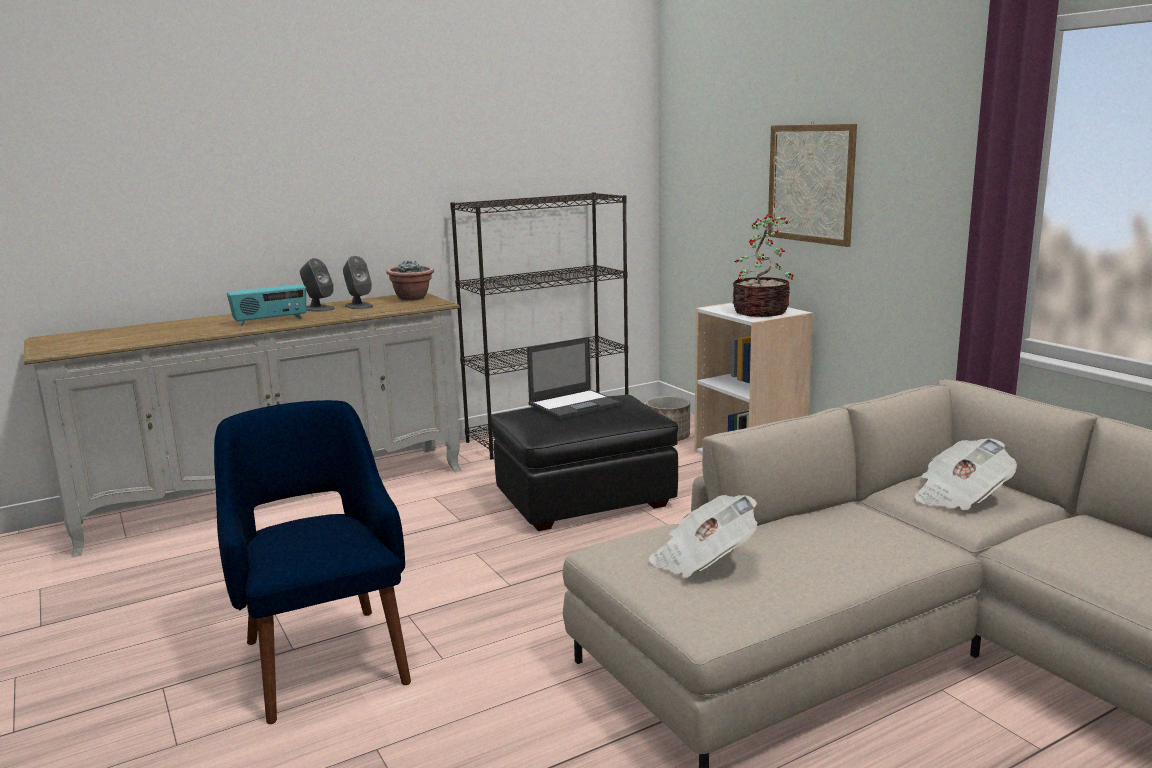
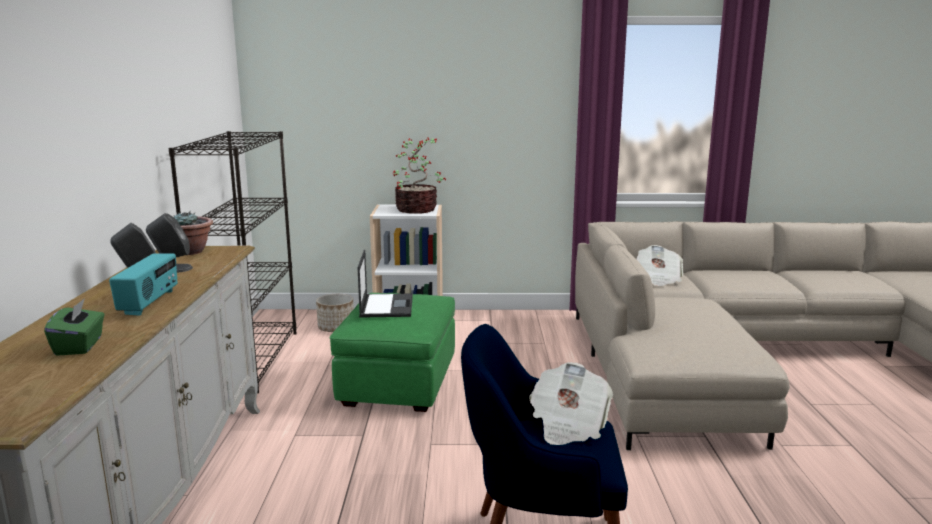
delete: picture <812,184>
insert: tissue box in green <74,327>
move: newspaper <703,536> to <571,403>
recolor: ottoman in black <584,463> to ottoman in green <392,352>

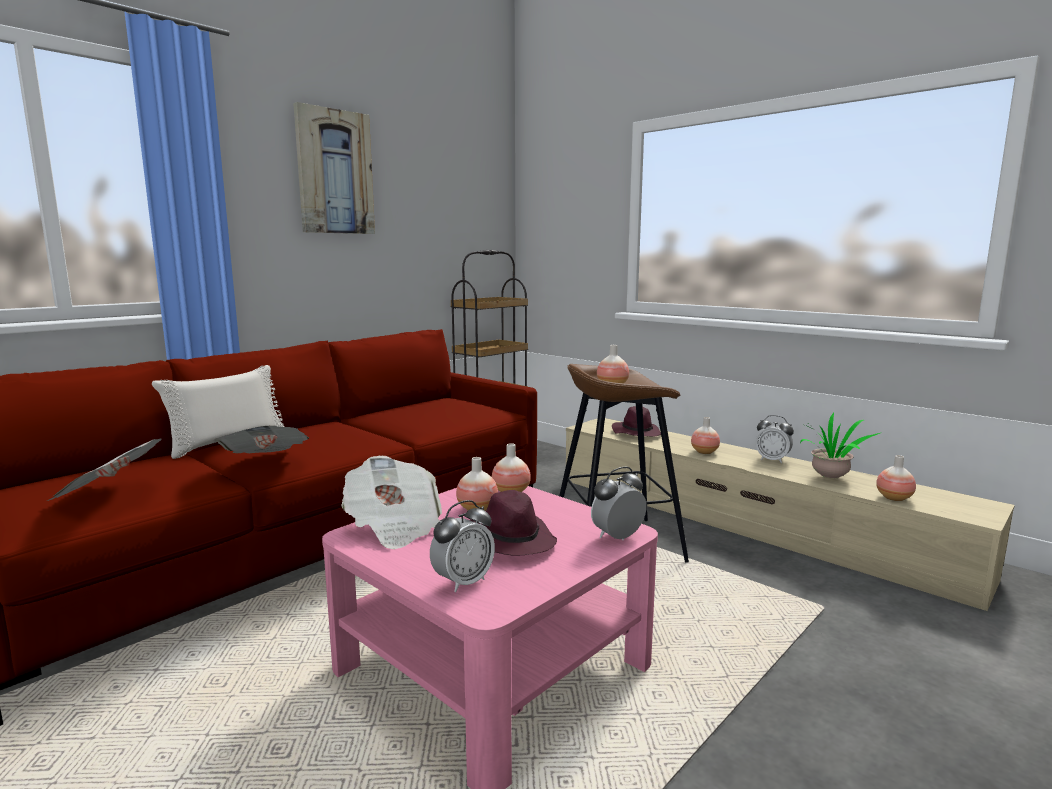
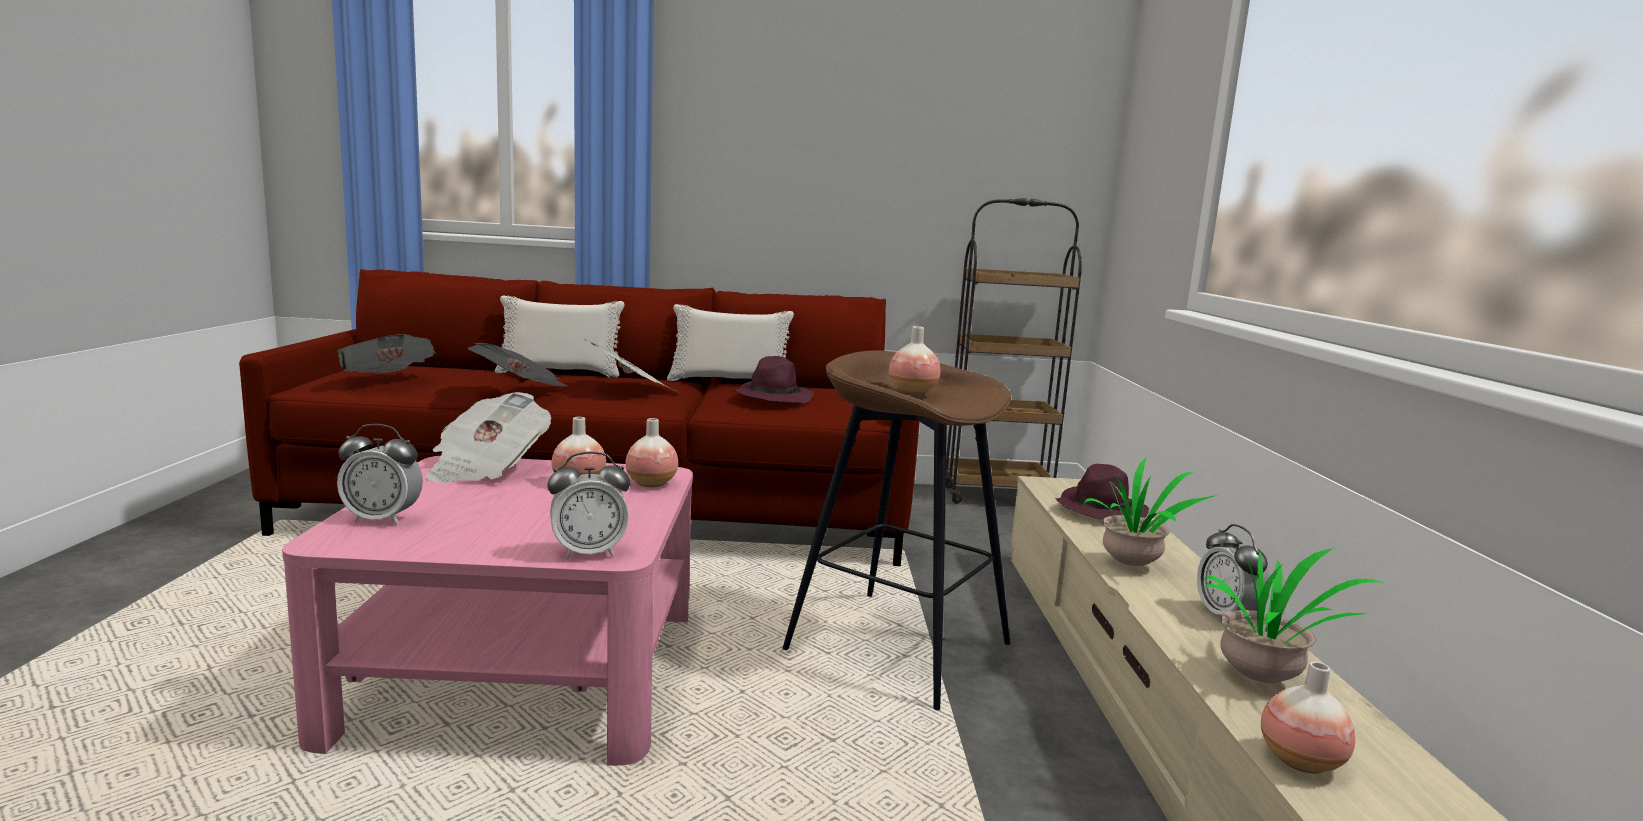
delete: picture <334,168>
insert: newspaper <630,365>; pillow in white <730,342>
move: hat in purple <513,523> to <774,380>
replace: vase <705,435> to potted plant <1150,512>
rotate: alarm clock <618,503> = <588,505> 150 degrees clockwise

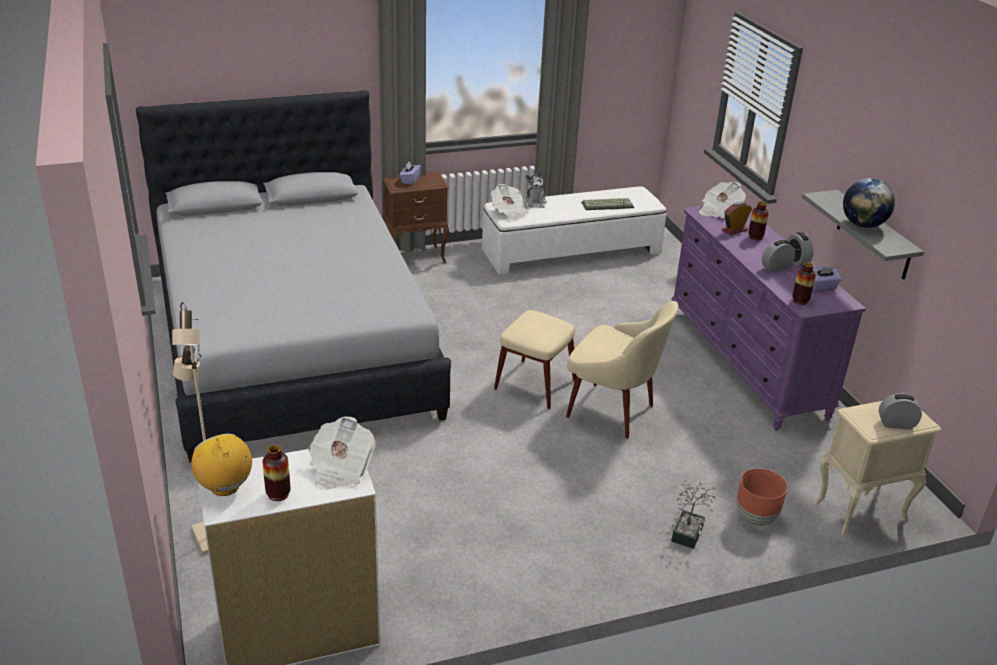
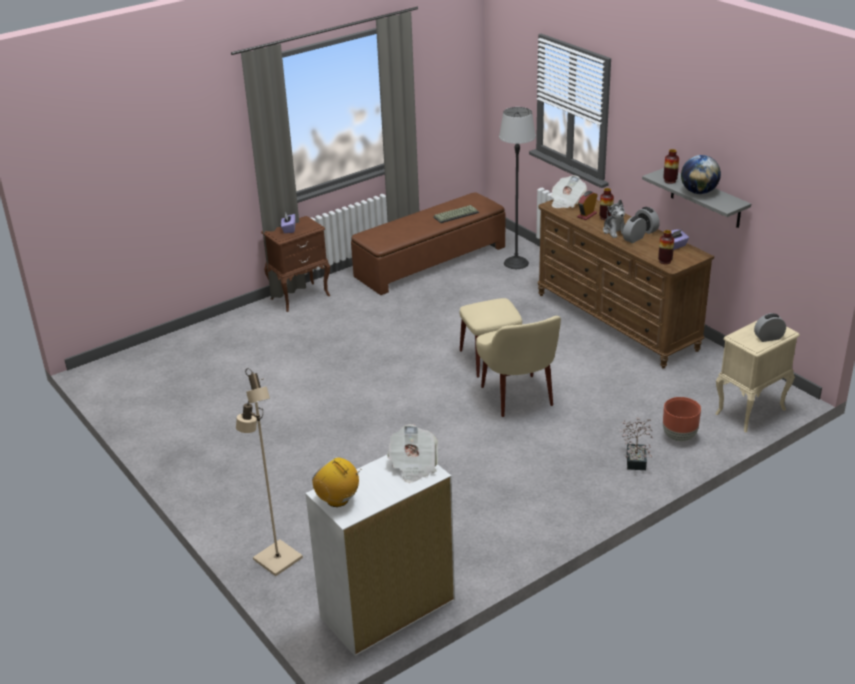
delete: bed in grey <293,276>; newspaper <510,202>
insert: floor lamp <517,188>
move: plush toy <536,189> to <614,218>; vase <276,473> to <671,166>
recolor: bench in white <574,230> to bench in brown <428,243>; dresser in purple <769,318> to dresser in brown <626,283>
rotate: armchair in beige <586,370> = <510,357> 60 degrees clockwise

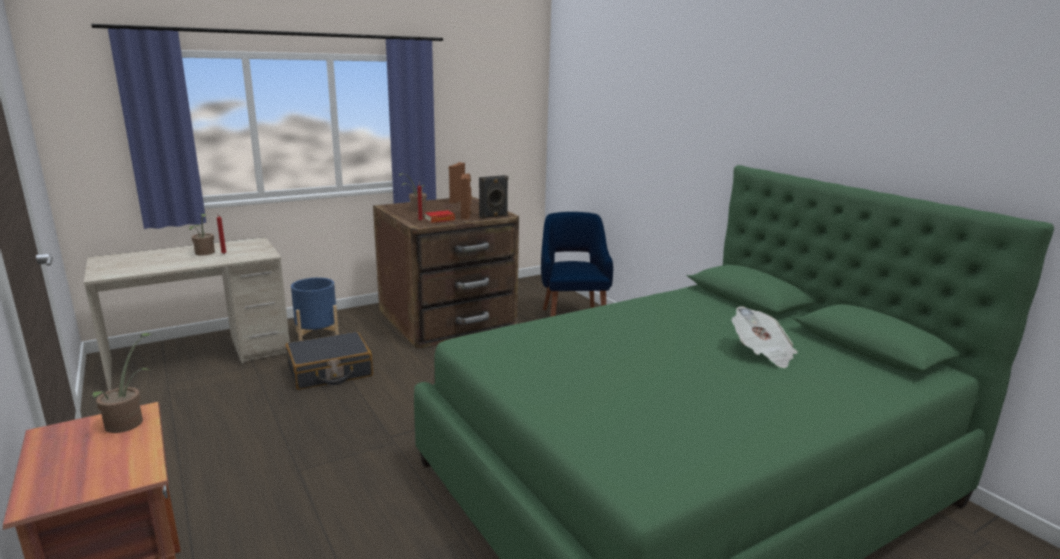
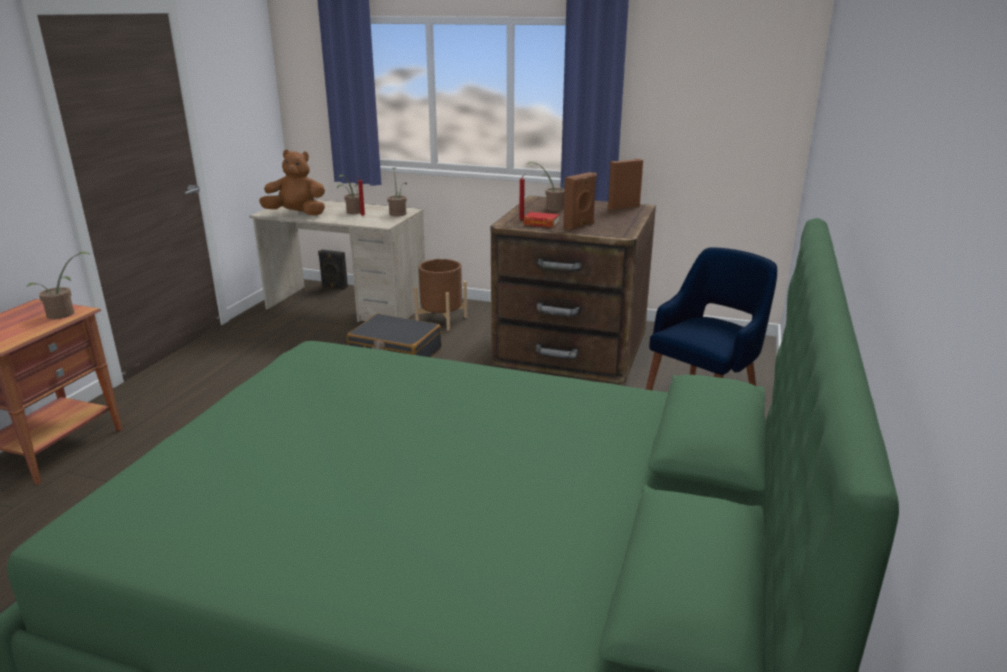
delete: newspaper <764,337>
insert: plush toy in brown <292,182>; potted plant <397,192>
move: speaker in black <493,197> to <333,269>
recolor: planter in blue <315,309> to planter in brown <440,295>

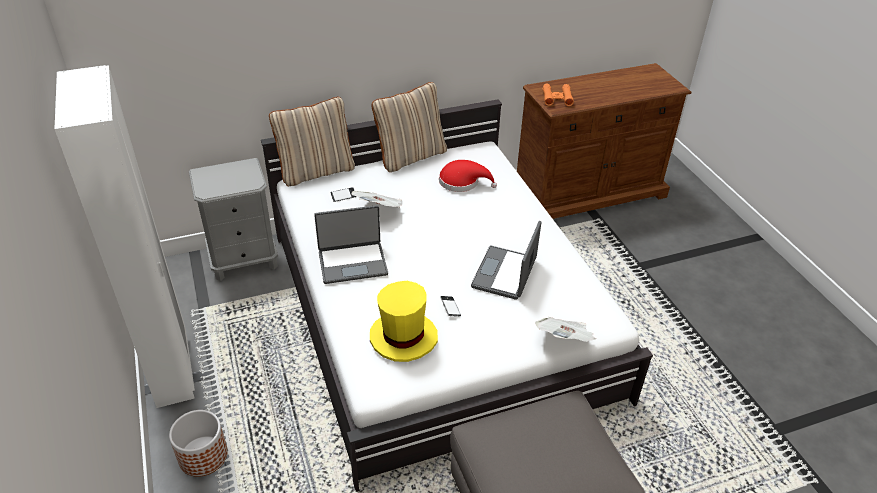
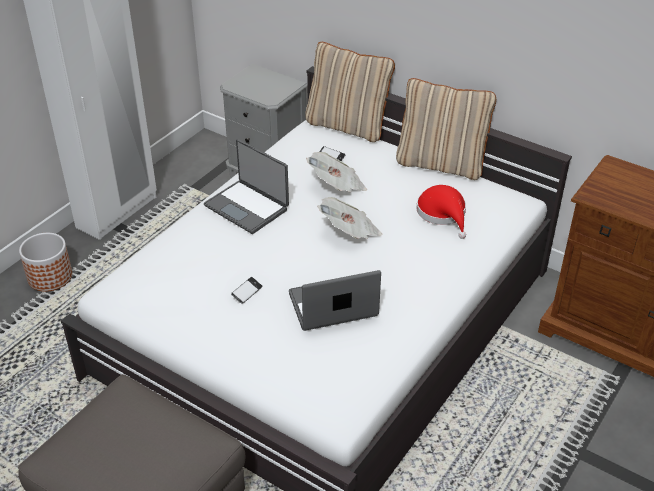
delete: hat in yellow <404,321>; binoculars in orange <558,95>
move: newspaper <565,329> to <350,218>

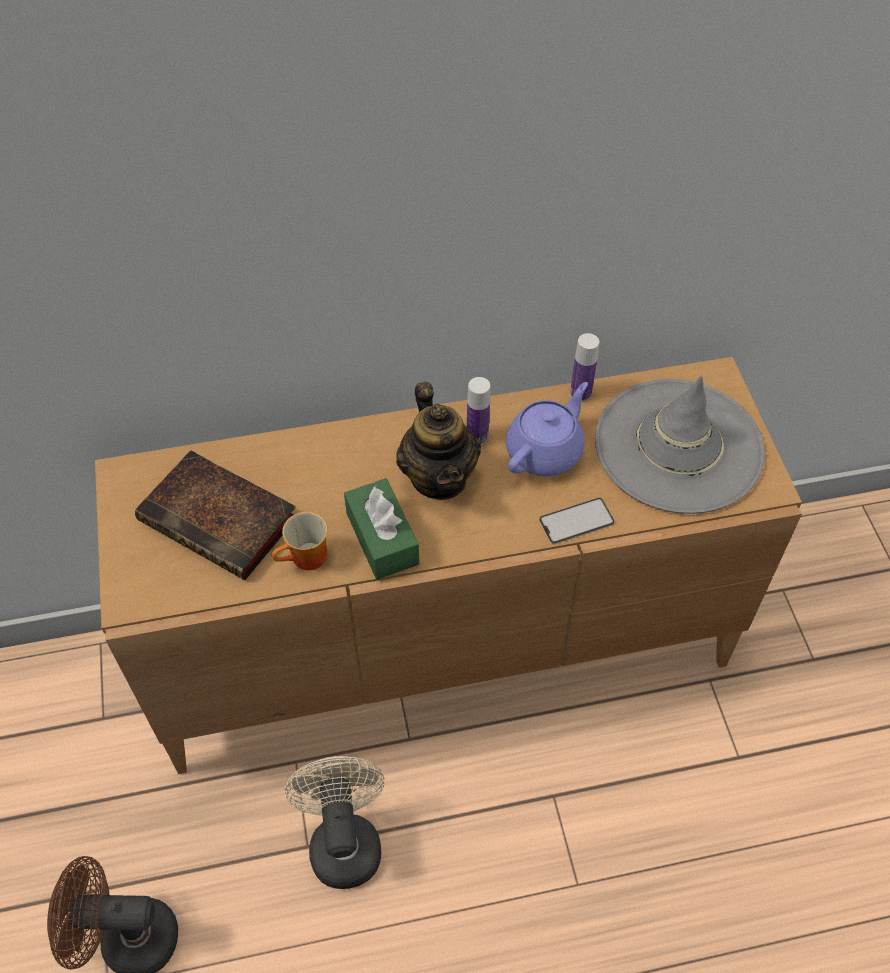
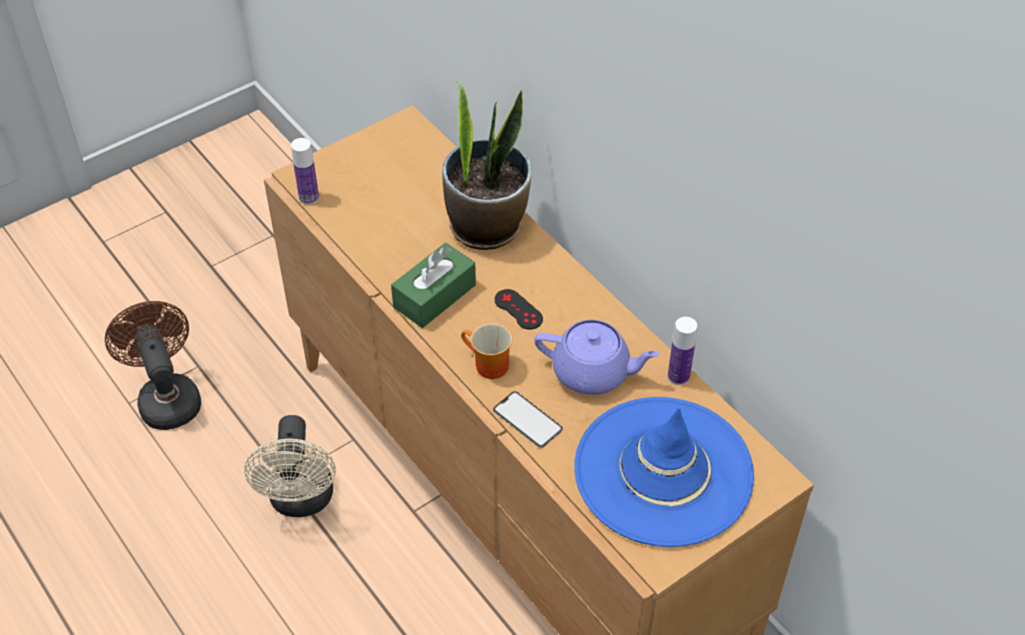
delete: book <215,515>
insert: potted plant <487,165>
move: bottle <478,411> to <305,171>; mug <300,541> to <486,351>
replace: teapot <438,441> to game controller in black <519,309>
recolor: hat in grey <680,445> to hat in blue <664,472>
rotate: fan in beige <335,822> = <290,466> 120 degrees clockwise

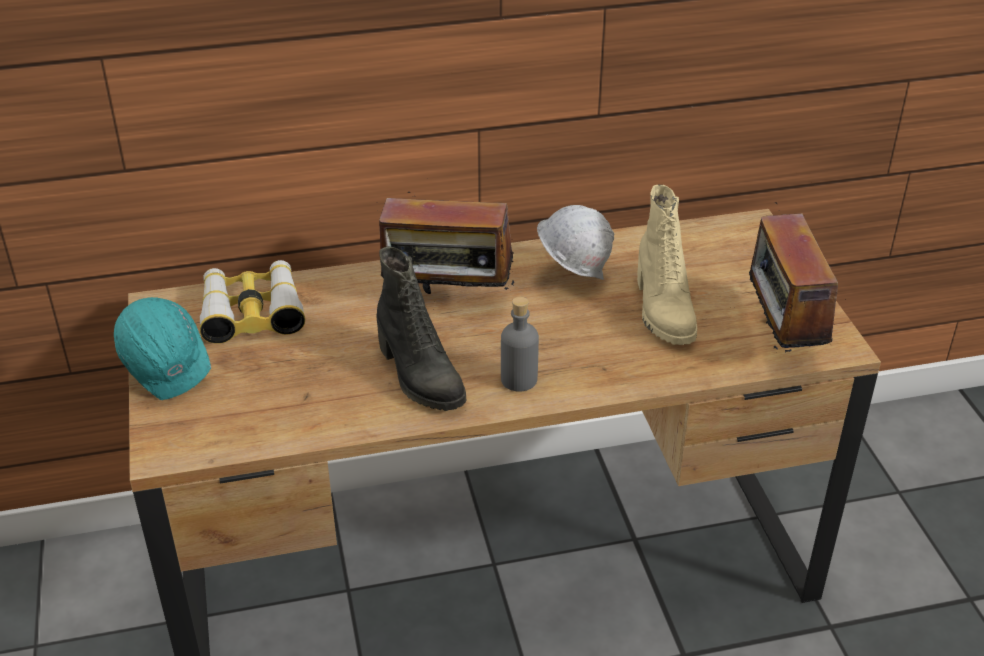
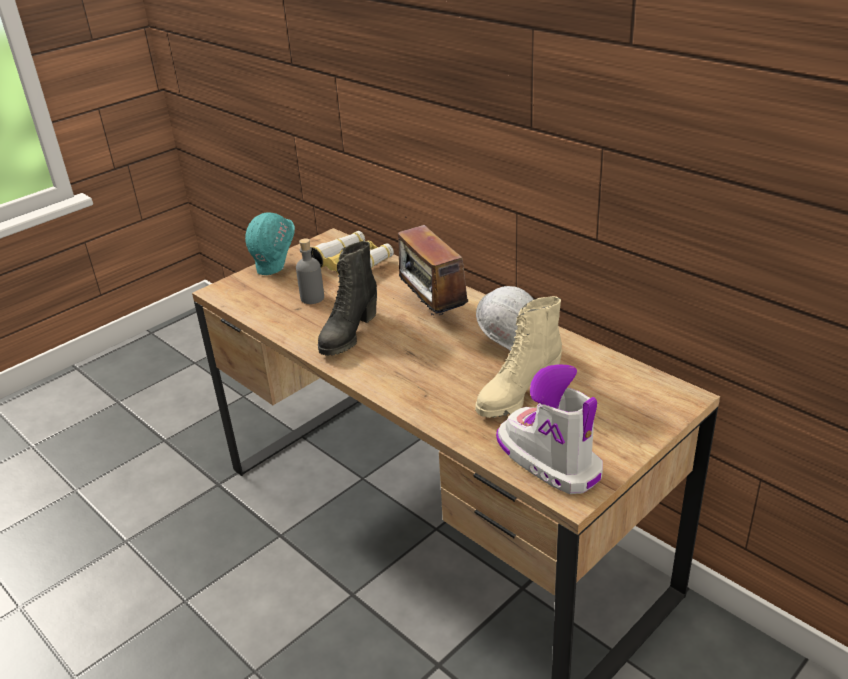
move: bottle in grey <520,344> to <310,271>
replace: radio <797,277> to boot <549,429>

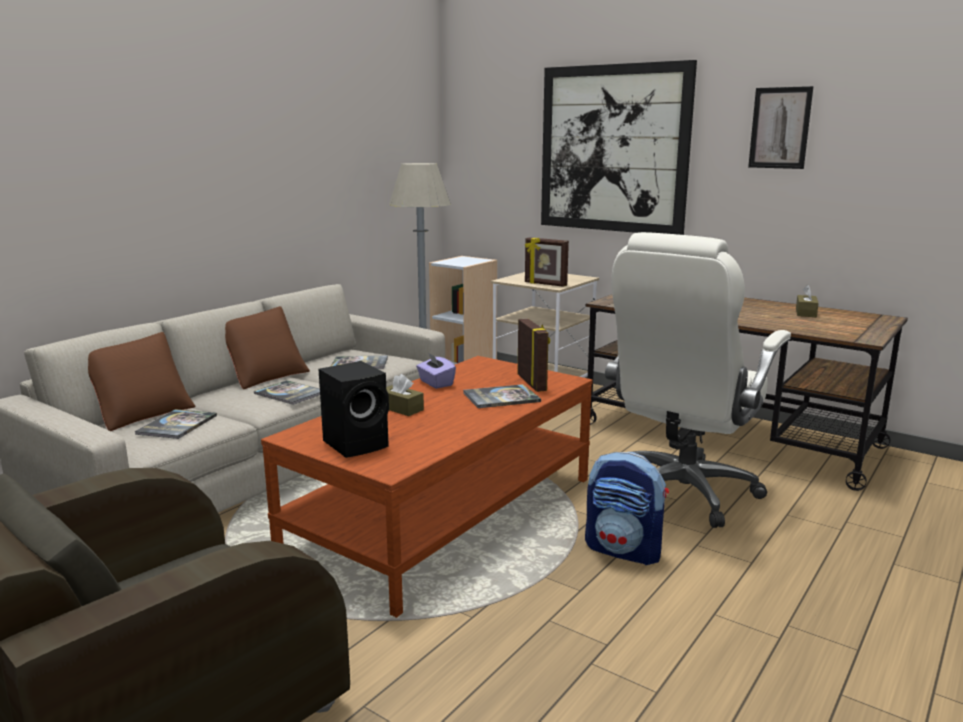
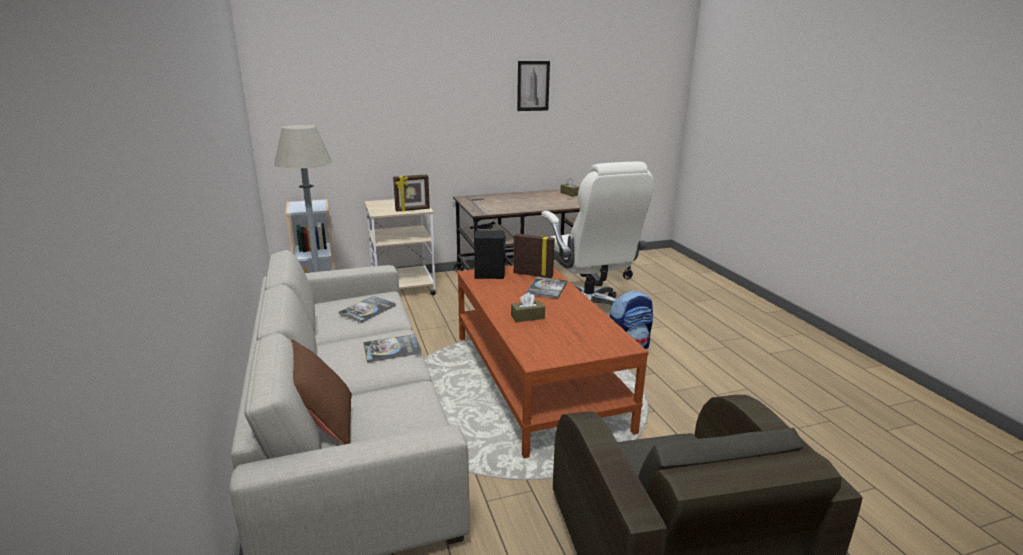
delete: book <175,424>; pillow in brown <267,347>; tissue box in purple <436,370>; picture <619,147>
move: speaker in black <353,409> to <490,254>

